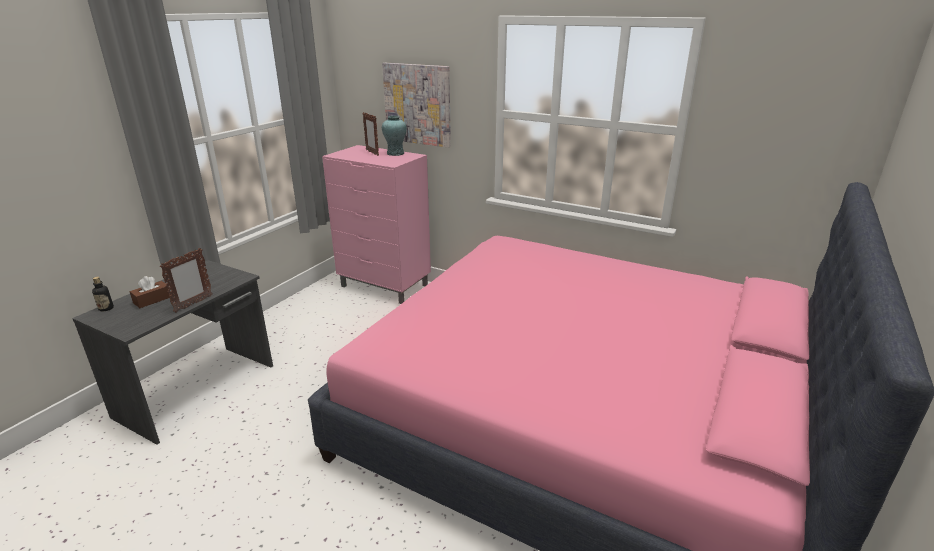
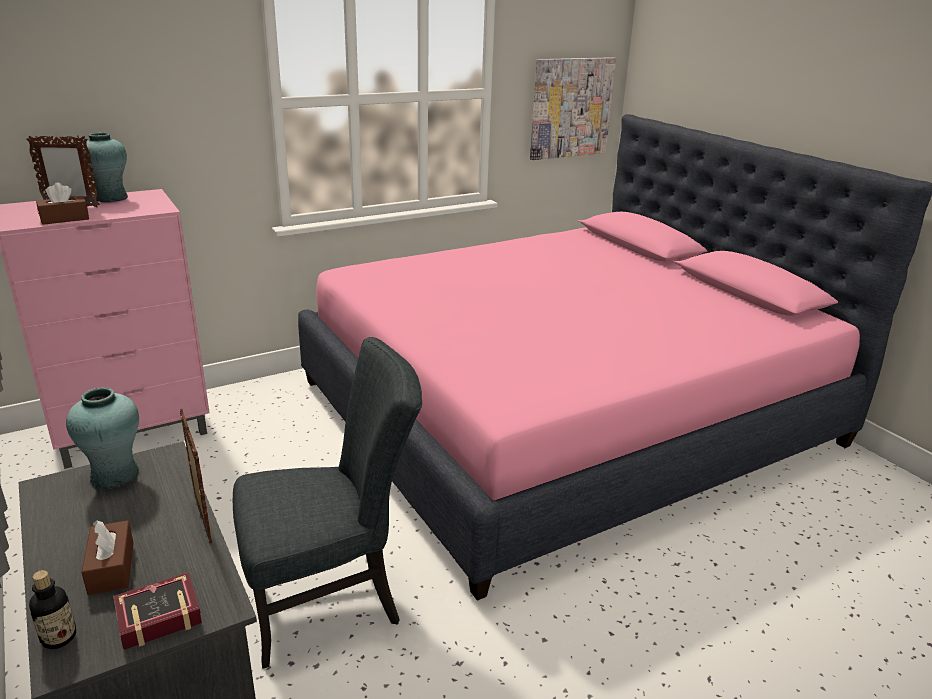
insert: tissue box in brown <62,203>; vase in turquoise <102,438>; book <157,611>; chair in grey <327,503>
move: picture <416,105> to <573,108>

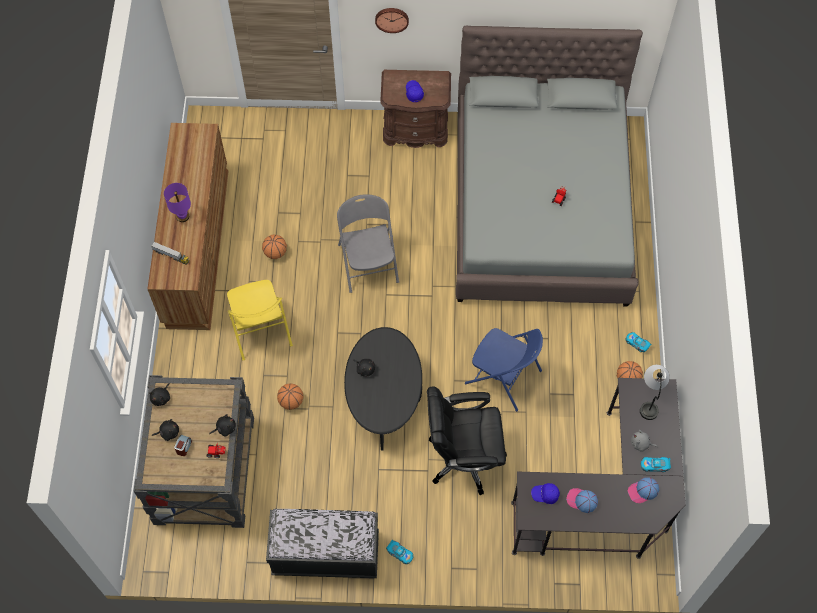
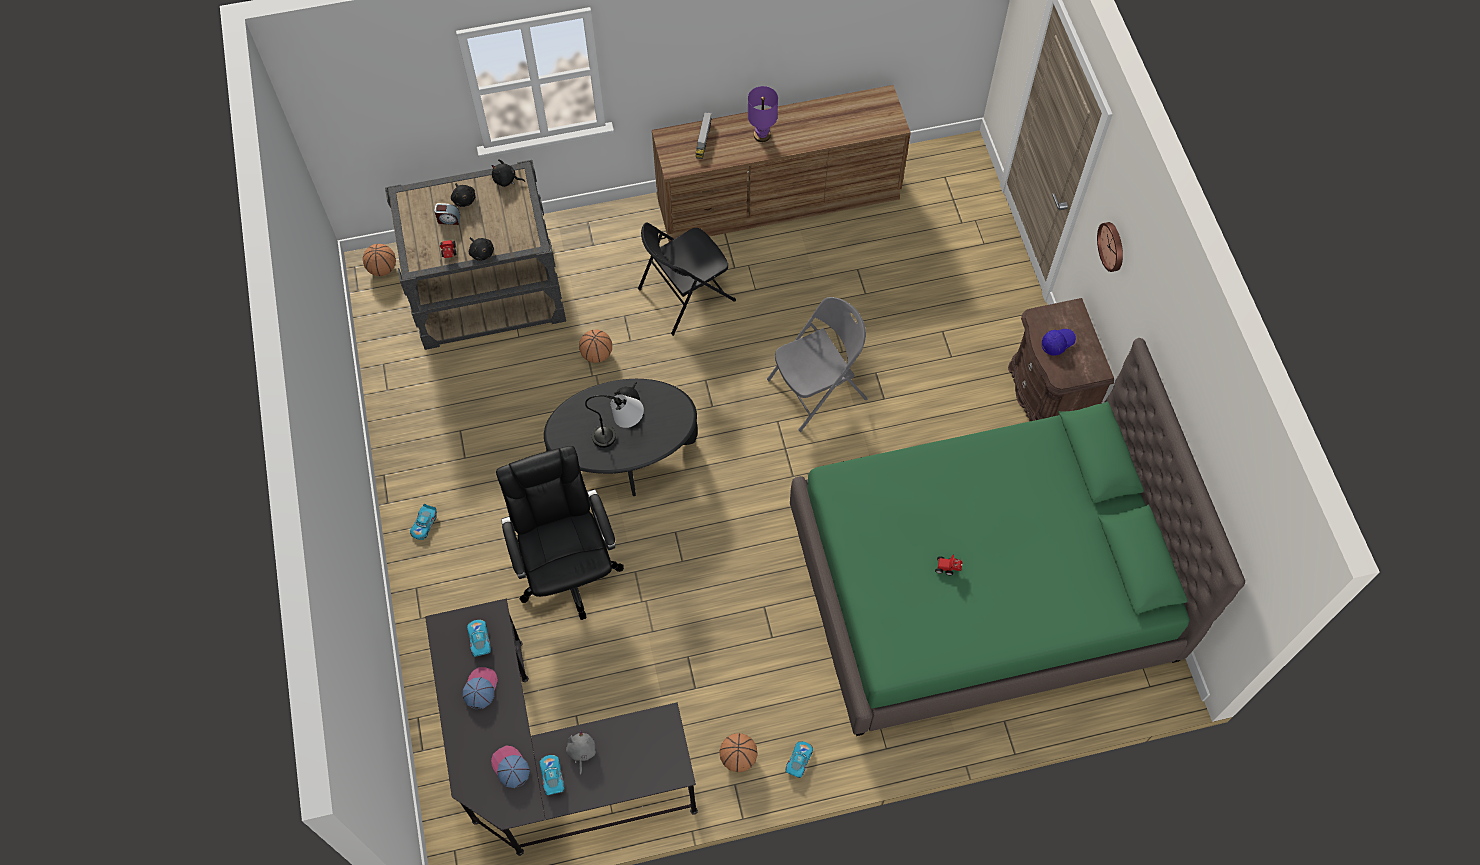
delete: bench in black <322,543>; chair in blue <504,370>
move: basketball <274,247> to <379,260>; table lamp <655,392> to <614,421>
replace: cap in blue <545,493> to toy car <479,638>
recolor: chair in yellow <260,320> to chair in black <687,279>; bed in grey <549,166> to bed in green <1017,537>

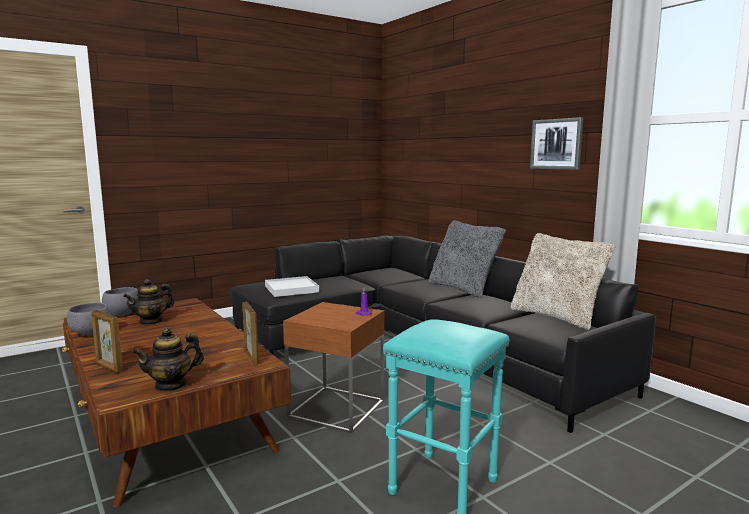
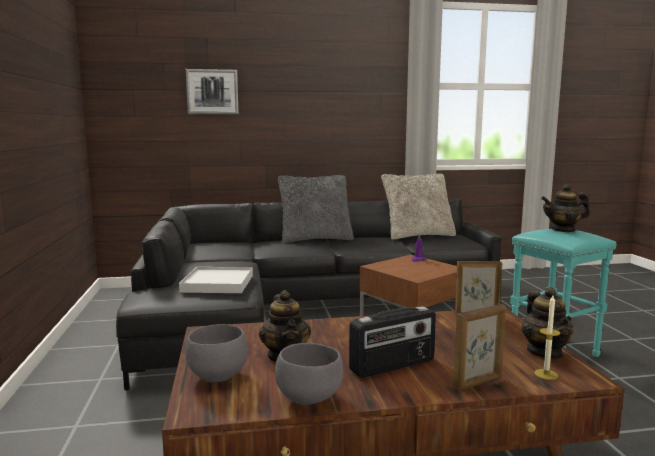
insert: radio <392,342>; candle <547,337>; teapot <565,208>
move: picture <556,143> to <212,91>

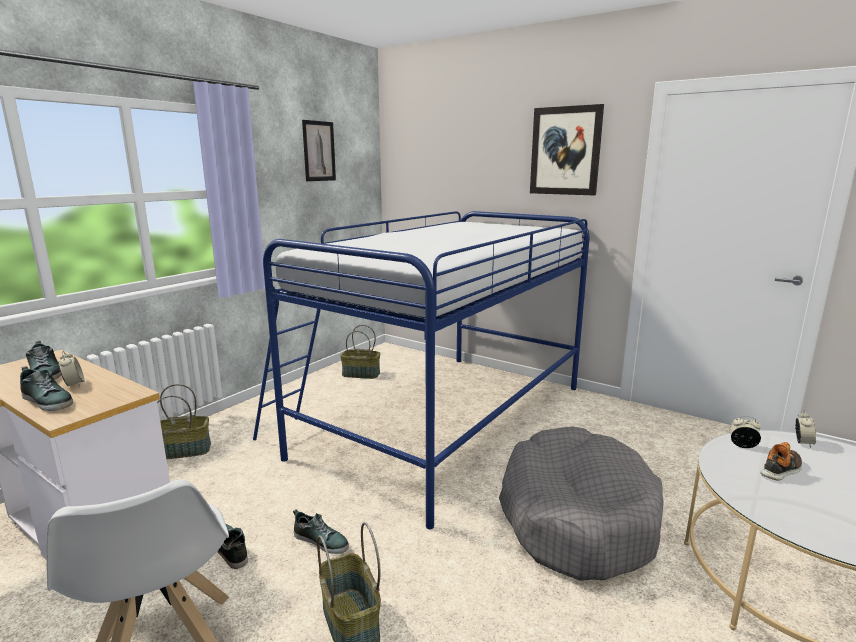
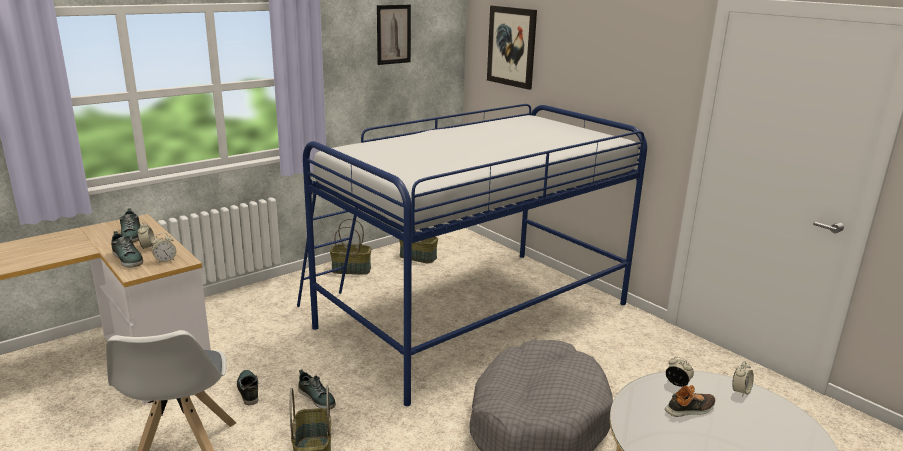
insert: alarm clock <164,248>
move: basket <184,421> to <351,247>; picture <567,150> to <512,48>

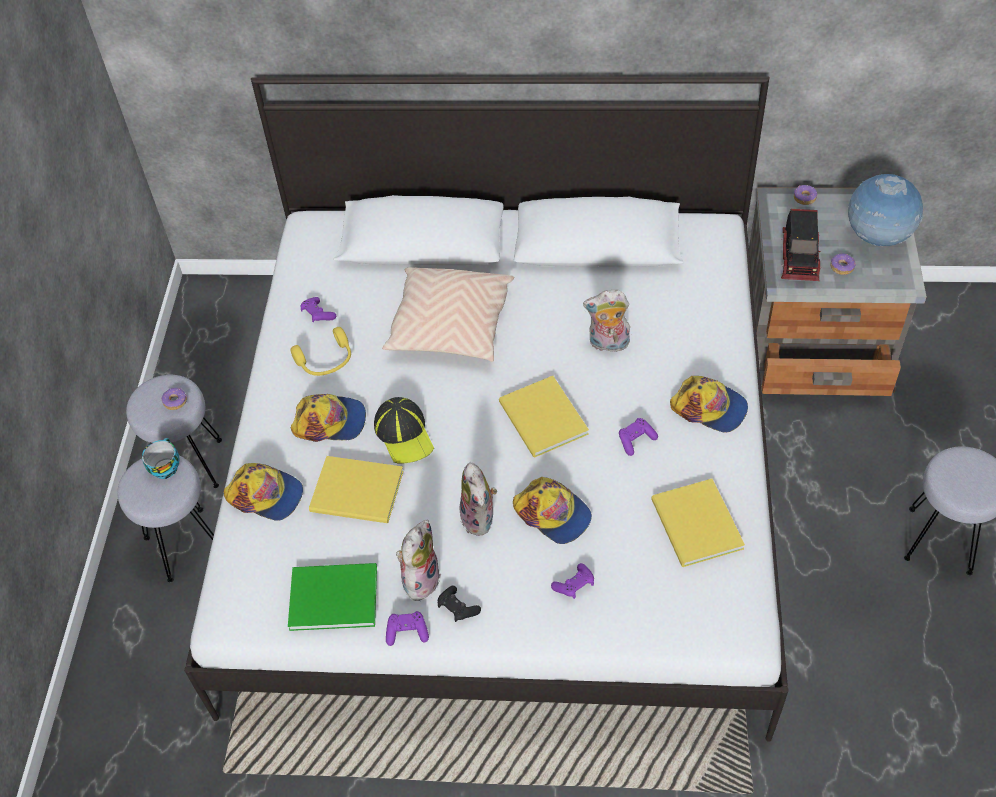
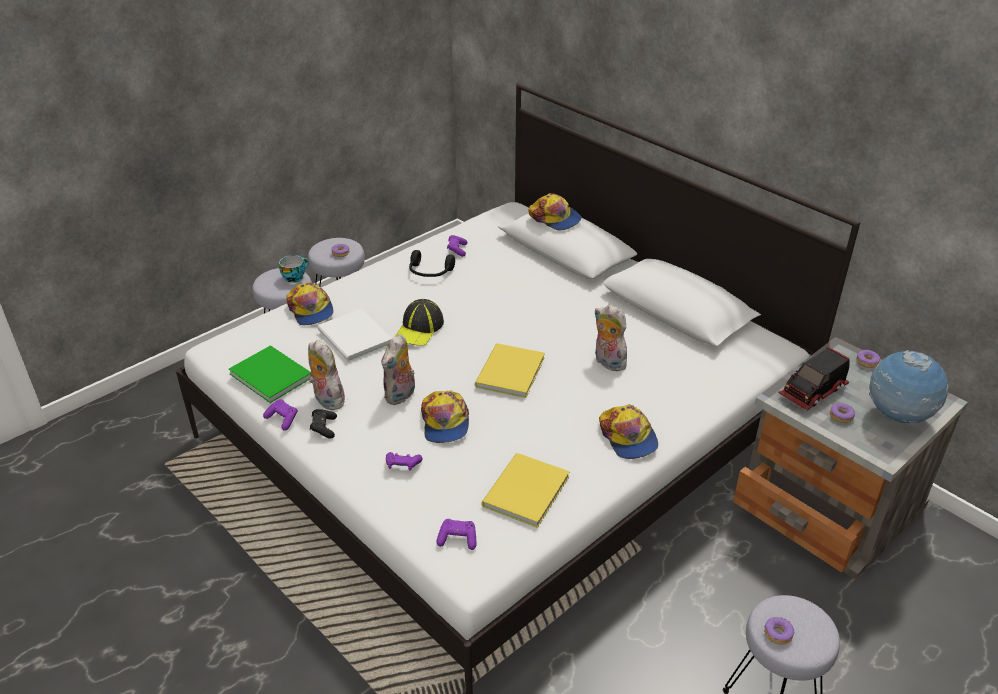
delete: pillow in beige <448,314>
insert: donut <779,631>
move: game controller in purple <638,437> to <456,534>; cap <328,418> to <555,211>
recolor: book in yellow <356,489> to book in white <355,335>; headphones in yellow <321,351> to headphones in black <432,263>
rotate: plush toy <418,560> = <326,375> 105 degrees counterclockwise

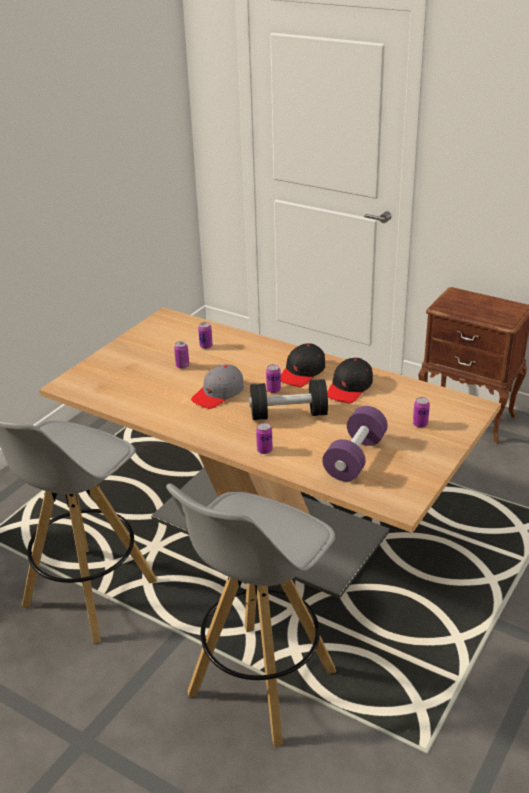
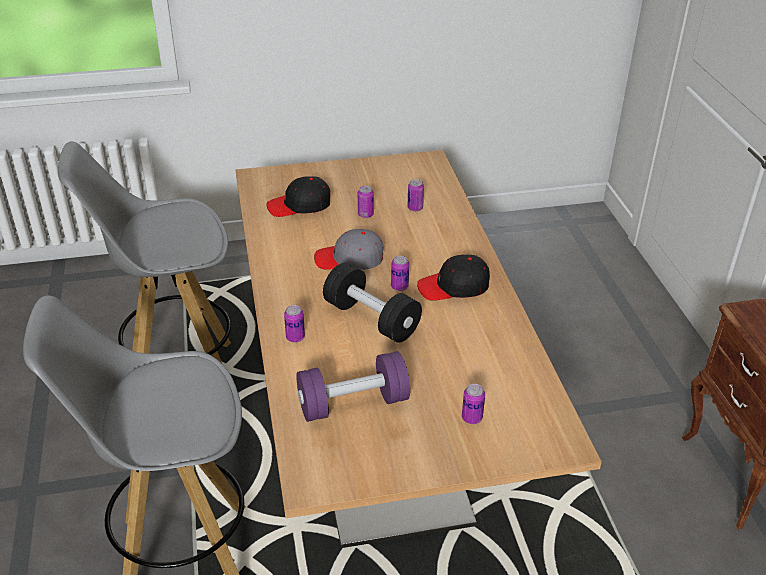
move: cap in black <350,380> to <298,196>

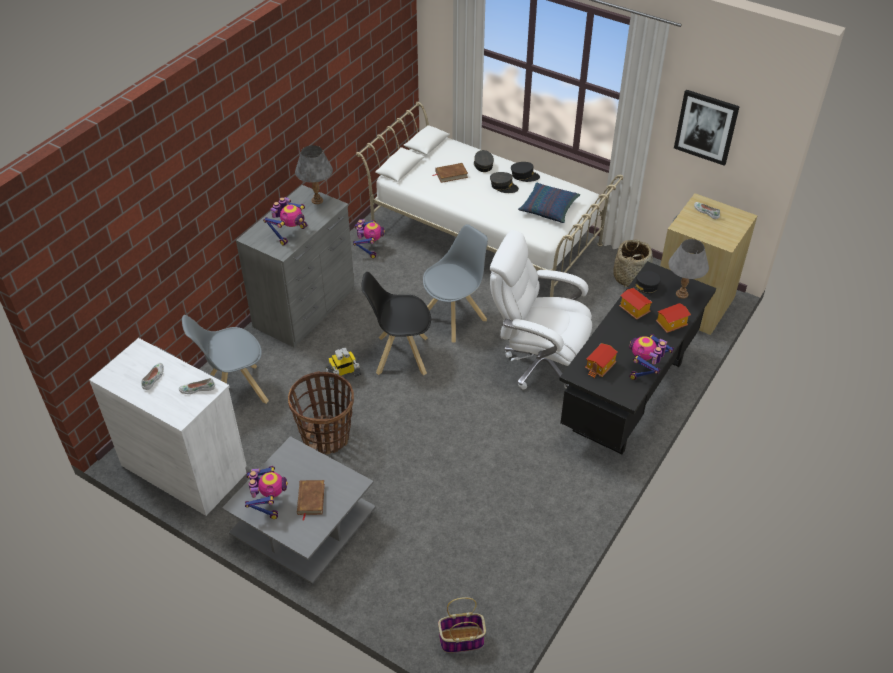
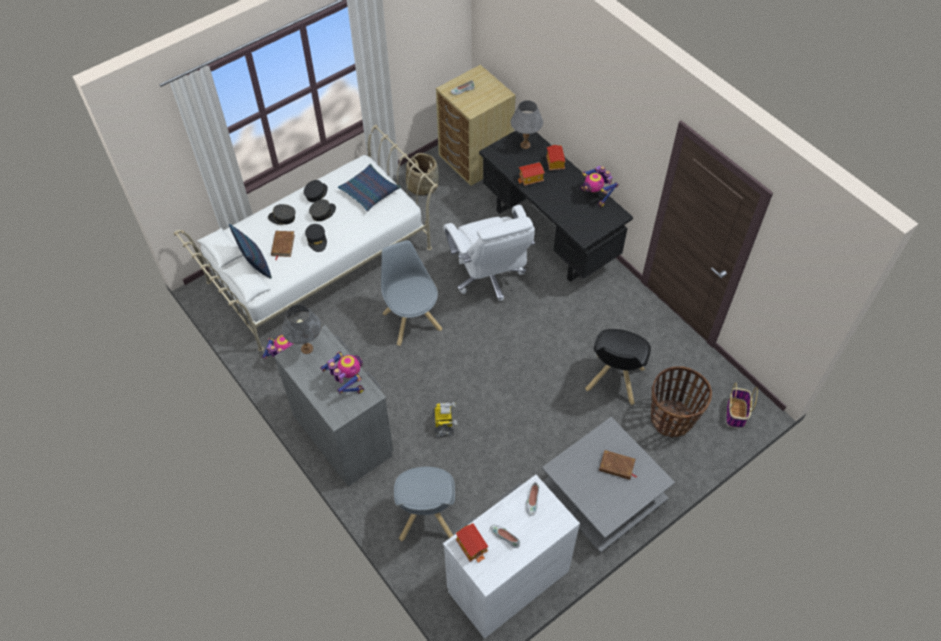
delete: toy robot <266,492>; picture <707,128>
insert: pillow in blue <250,251>
move: cap in black <646,284> to <316,238>; toy house <601,360> to <472,542>; chair in black <396,323> to <618,367>; basket <321,412> to <681,401>
rotate: office chair in white <541,310> = <489,253> 60 degrees counterclockwise

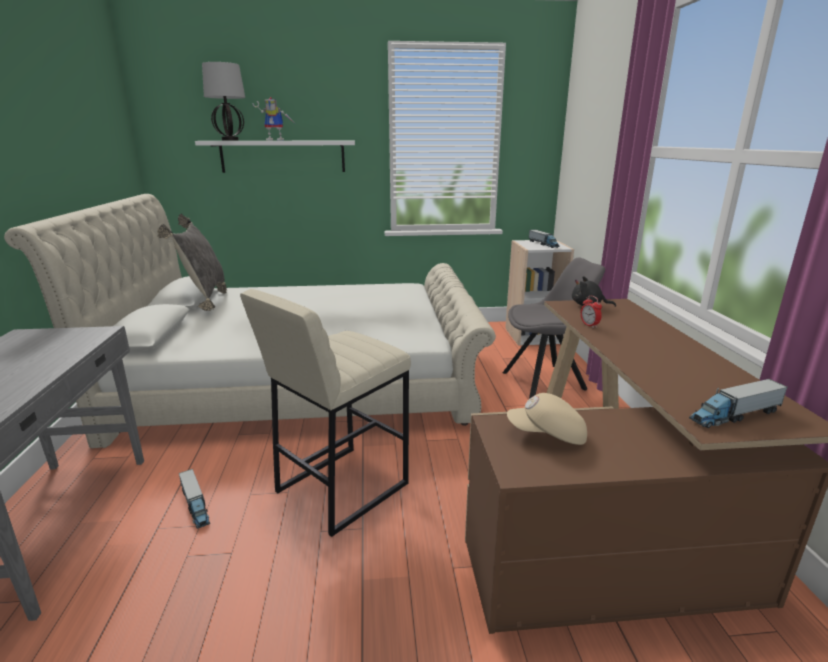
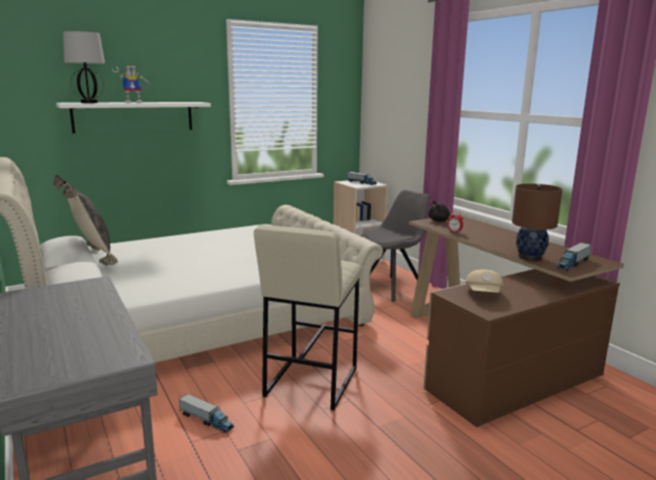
insert: table lamp in brown <537,222>
rotate: cap in beige <547,419> = <484,281> 60 degrees counterclockwise

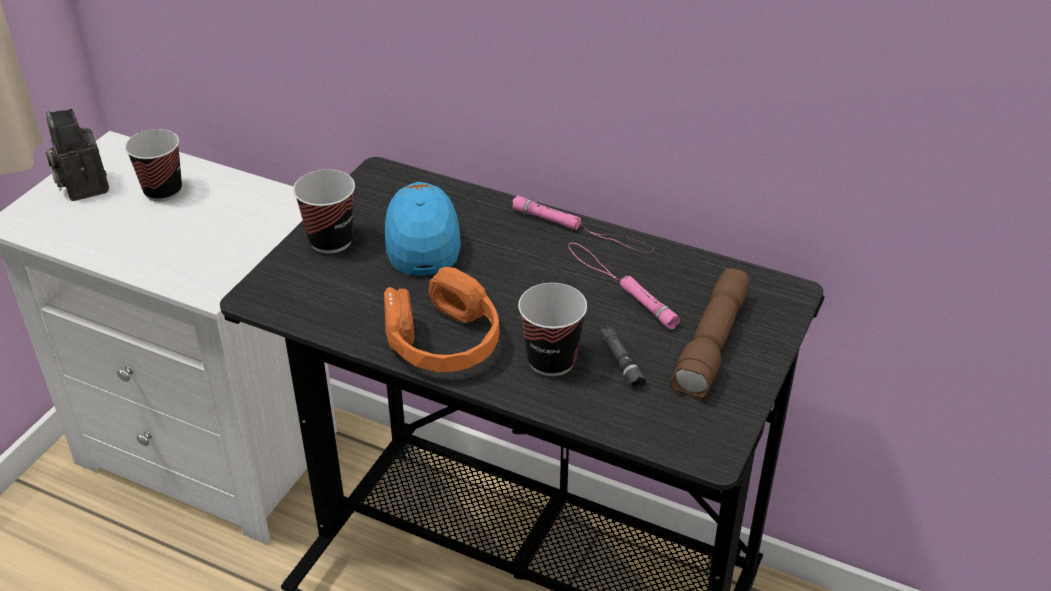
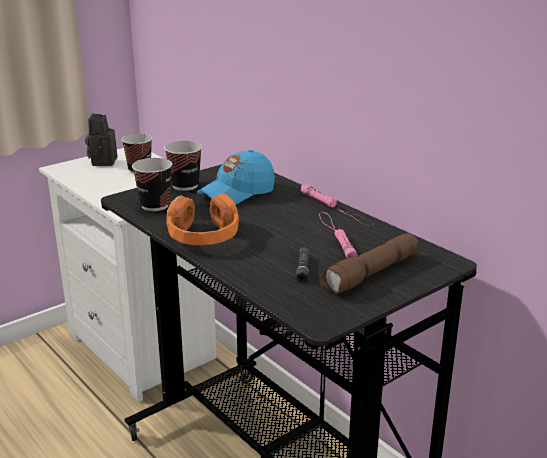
move: cup <552,329> to <152,184>
rotate: cap in blue <423,228> = <236,177> 150 degrees counterclockwise

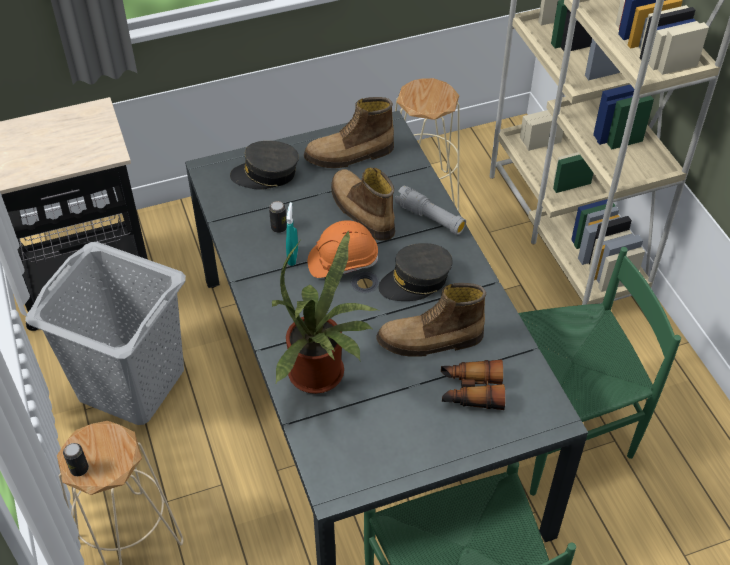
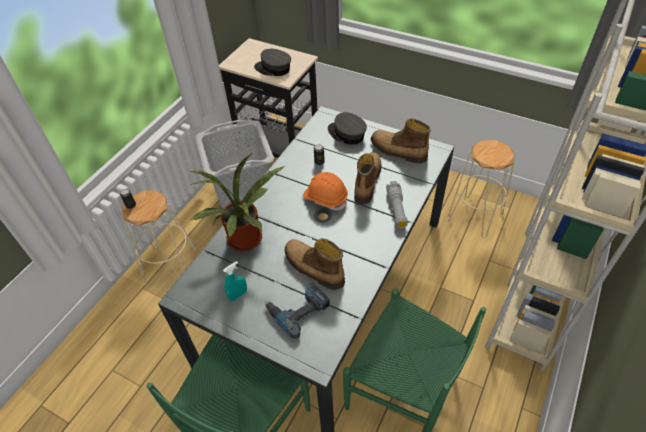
move: spray bottle in turquoise <292,234> to <235,281>; cap in grey <415,272> to <272,62>
replace: binoculars <473,384> to power drill <297,311>

